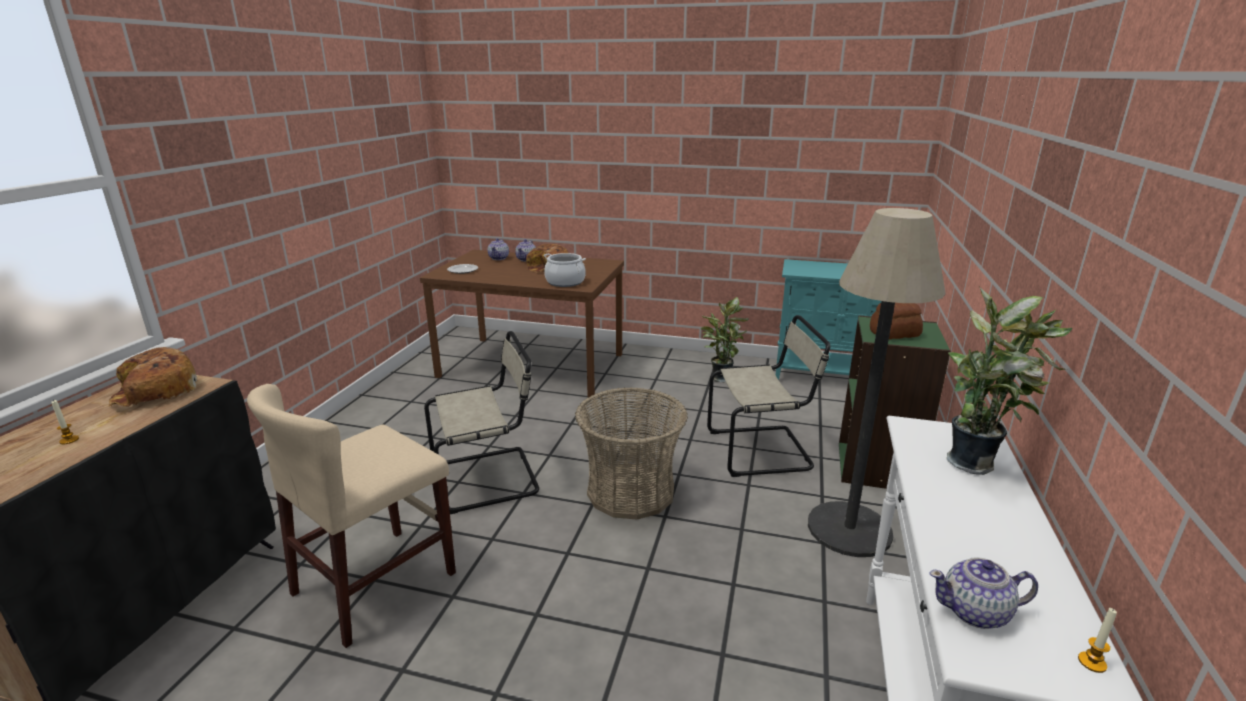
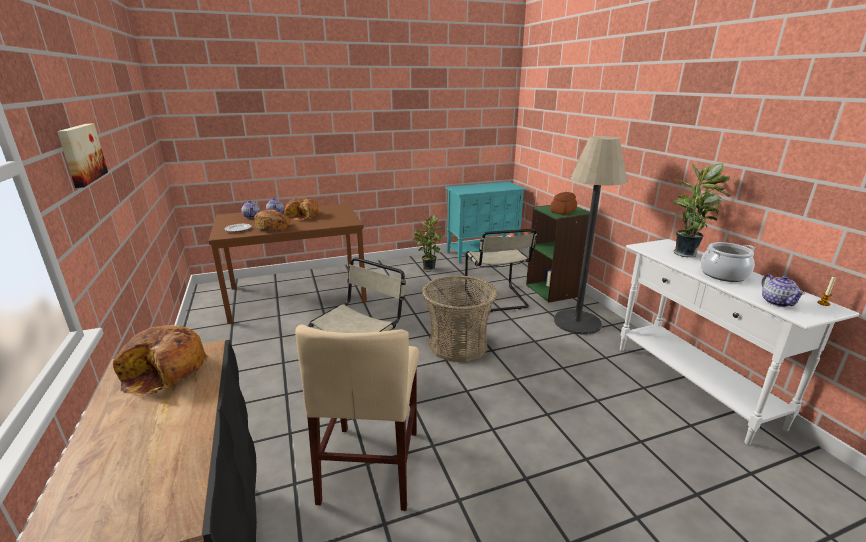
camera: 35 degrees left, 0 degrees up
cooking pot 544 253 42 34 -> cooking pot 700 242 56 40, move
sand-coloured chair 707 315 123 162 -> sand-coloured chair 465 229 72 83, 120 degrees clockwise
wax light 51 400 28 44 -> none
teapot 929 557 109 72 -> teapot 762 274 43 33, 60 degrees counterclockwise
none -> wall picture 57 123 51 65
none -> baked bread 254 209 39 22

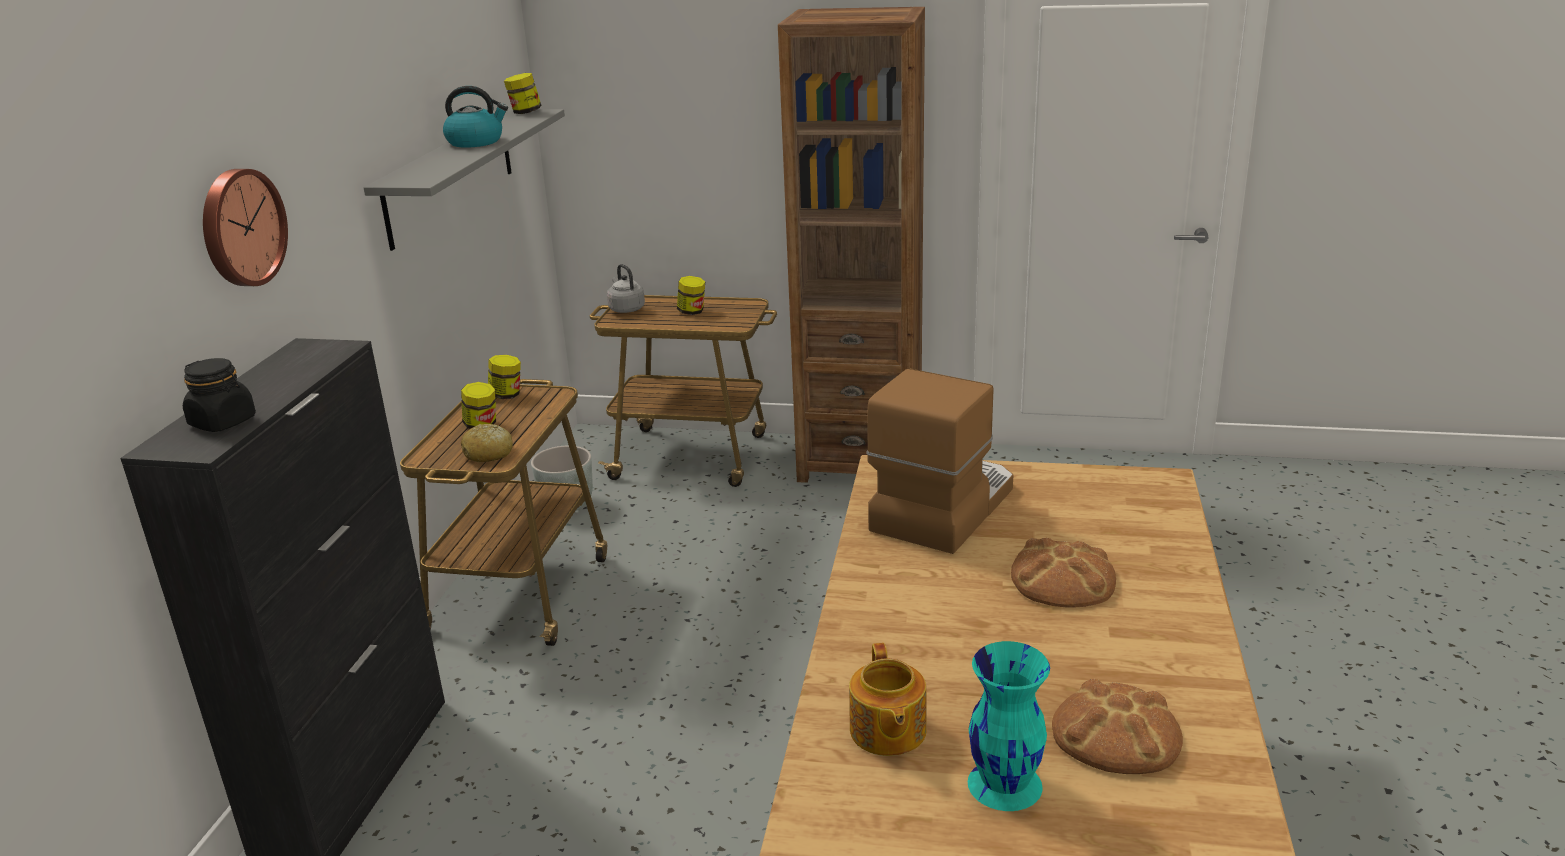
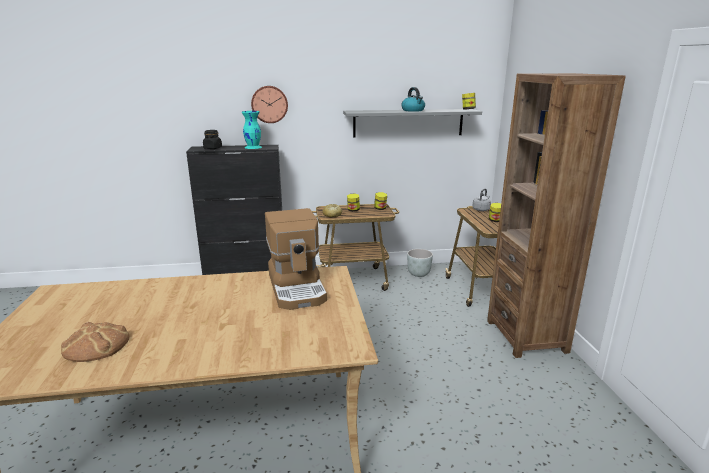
camera: 70 degrees right, 5 degrees down
coffee machine 866 369 147 185 -> coffee machine 265 208 62 102, 60 degrees clockwise
baked bread 1011 538 105 70 -> none
turquoise-coloured vase 968 641 82 170 -> turquoise-coloured vase 242 111 20 38, move
teapot 849 643 78 113 -> none

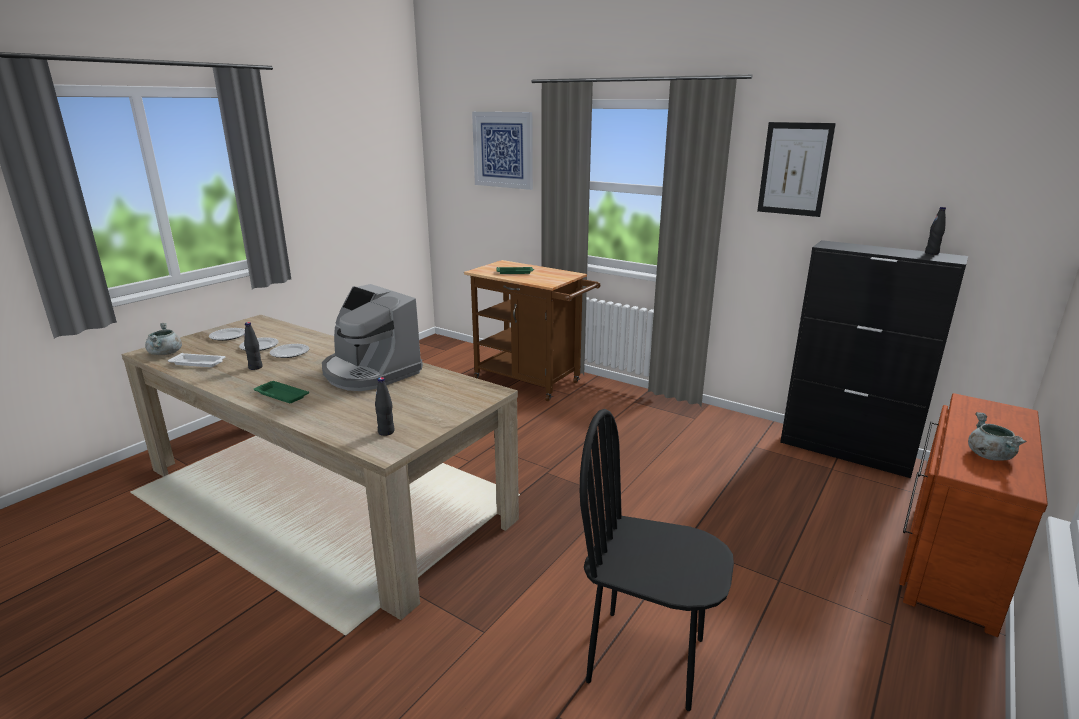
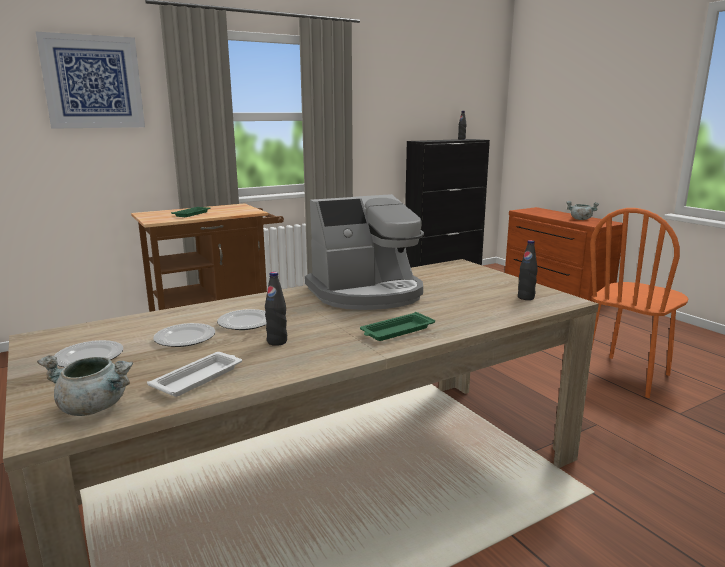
camera: 65 degrees left, 5 degrees down
wall picture 757 122 79 95 -> none
blackish chair 580 409 154 302 -> orange-coloured chair 590 208 99 190

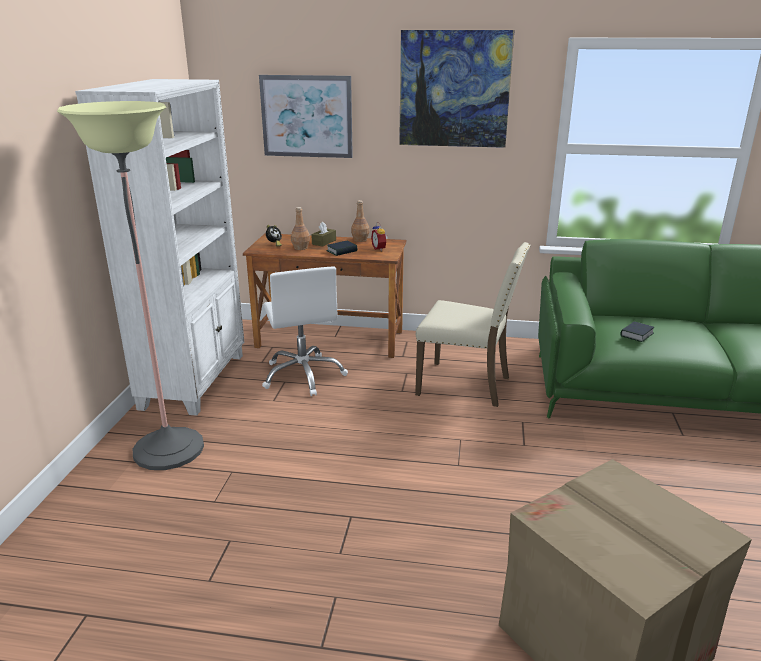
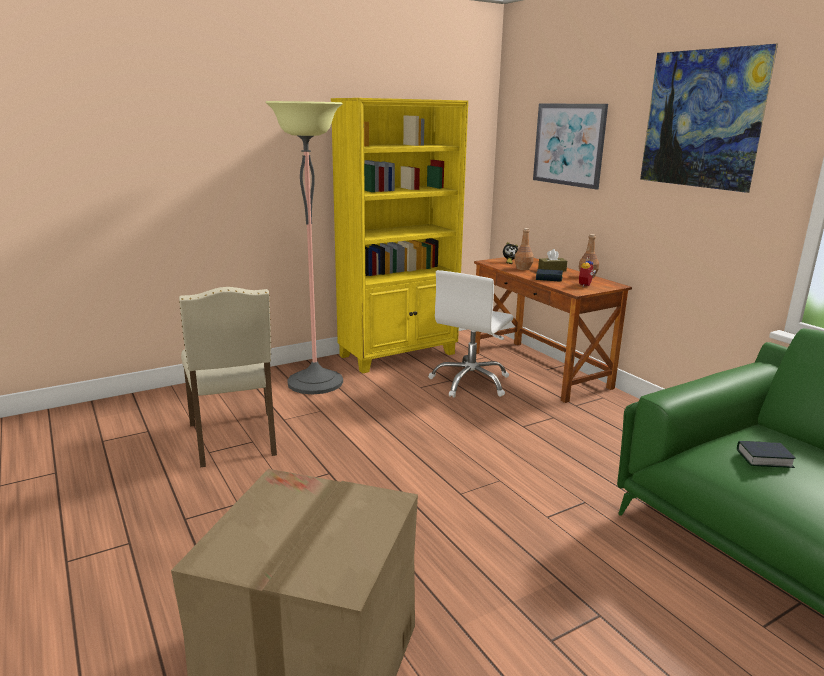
camera: 50 degrees right, 5 degrees down
white-coloured shelving unit 75 79 169 337 -> yellow-coloured shelving unit 331 98 137 275
sand-coloured chair 415 242 116 165 -> sand-coloured chair 179 287 98 181, move

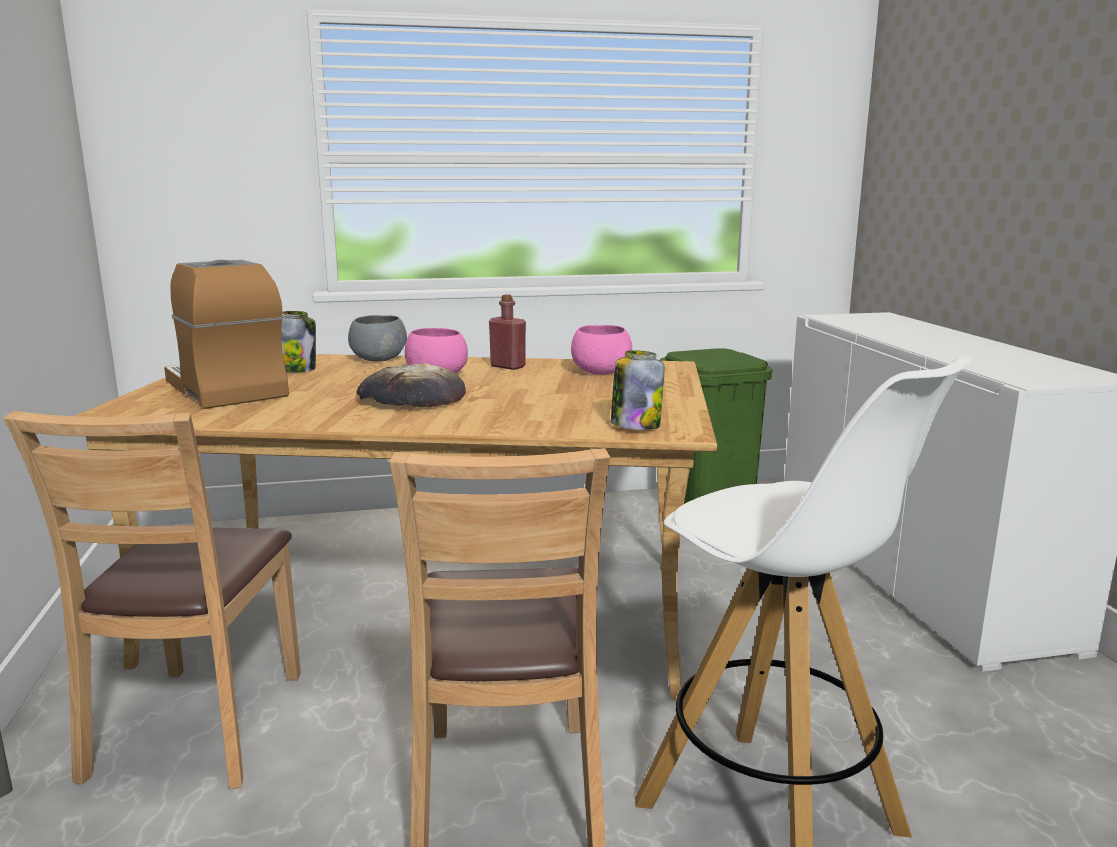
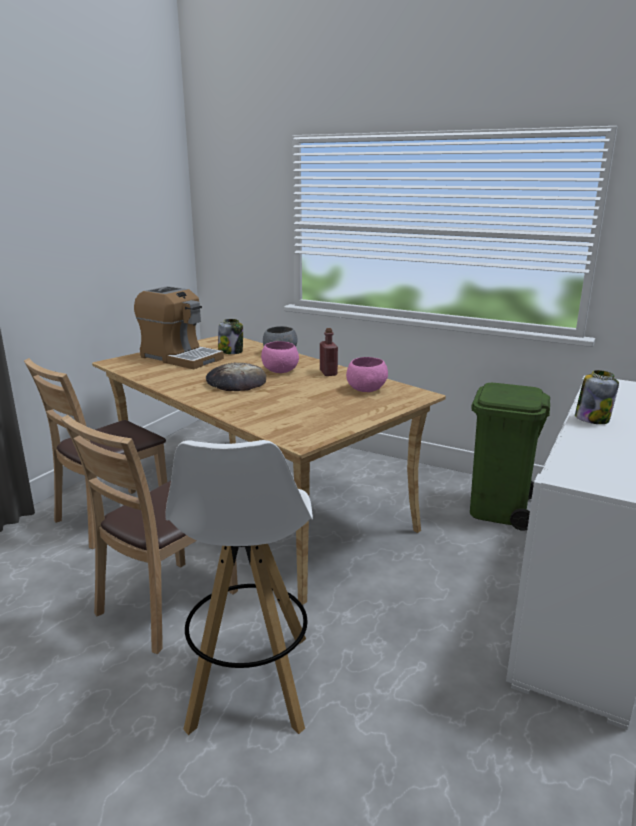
camera: 40 degrees right, 5 degrees up
coffee machine 164 260 125 149 -> coffee machine 134 286 90 83, 120 degrees clockwise
jar 611 350 54 80 -> jar 575 370 44 54, move

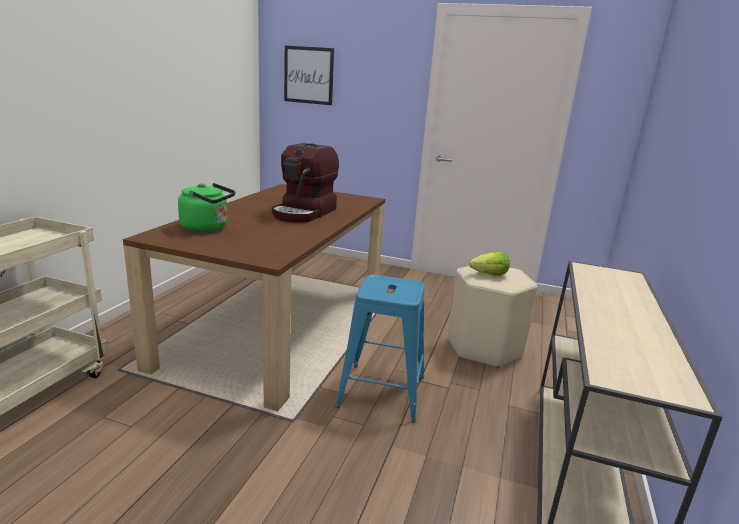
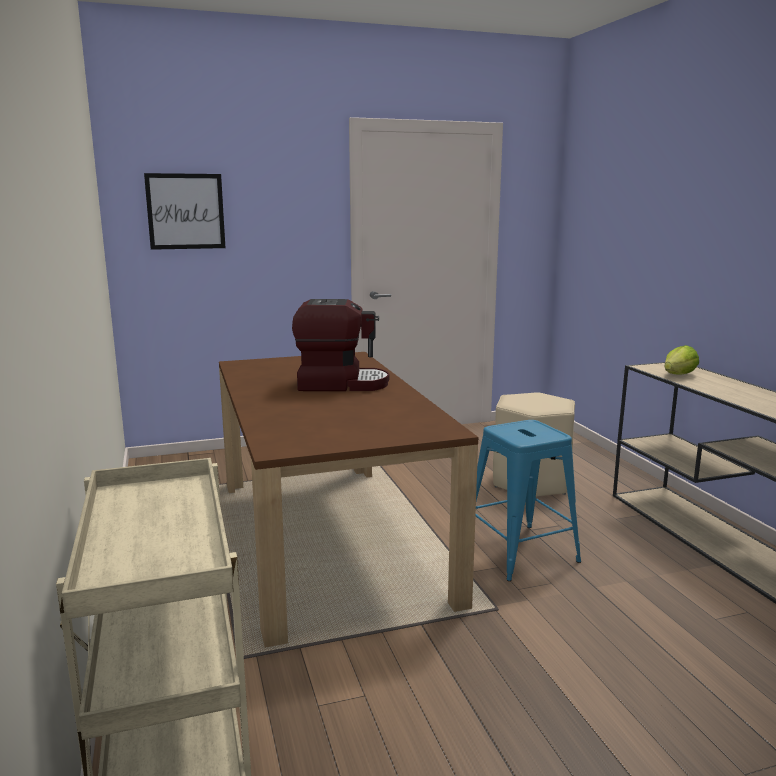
camera: 35 degrees left, 5 degrees down
coffee machine 272 143 67 80 -> coffee machine 292 299 97 92, 75 degrees counterclockwise
green-coloured kettle 178 183 57 49 -> none
head of lettuce 469 252 41 24 -> head of lettuce 664 345 35 30, move

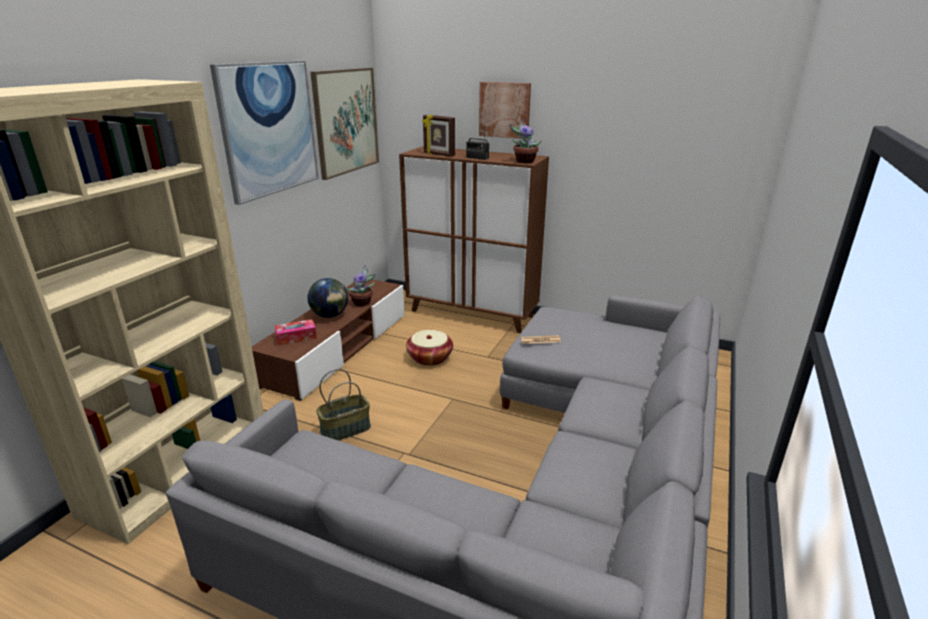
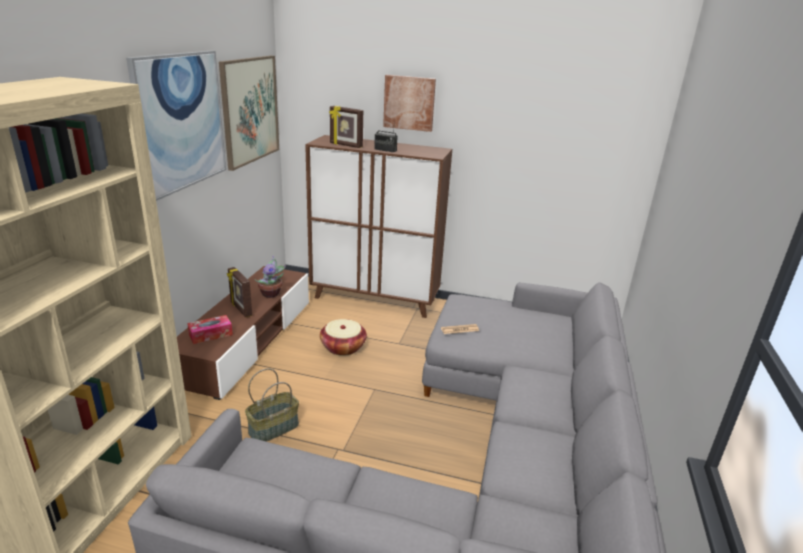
camera: 10 degrees left, 0 degrees up
potted plant 510 119 32 44 -> none
world globe 308 278 40 40 -> picture frame 227 267 25 50

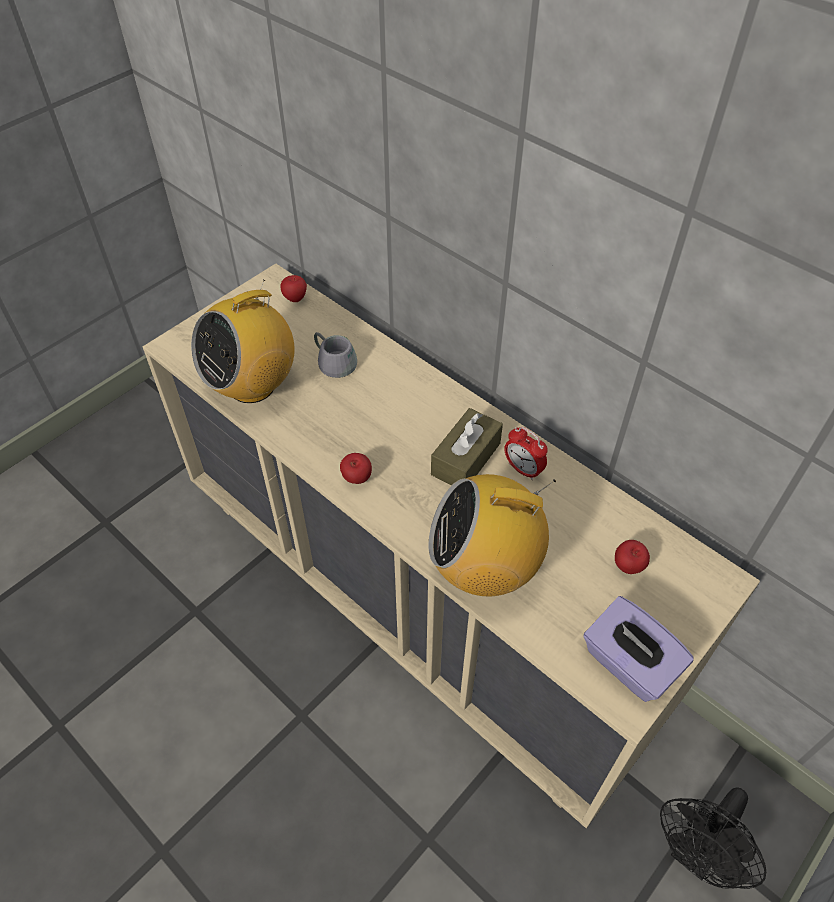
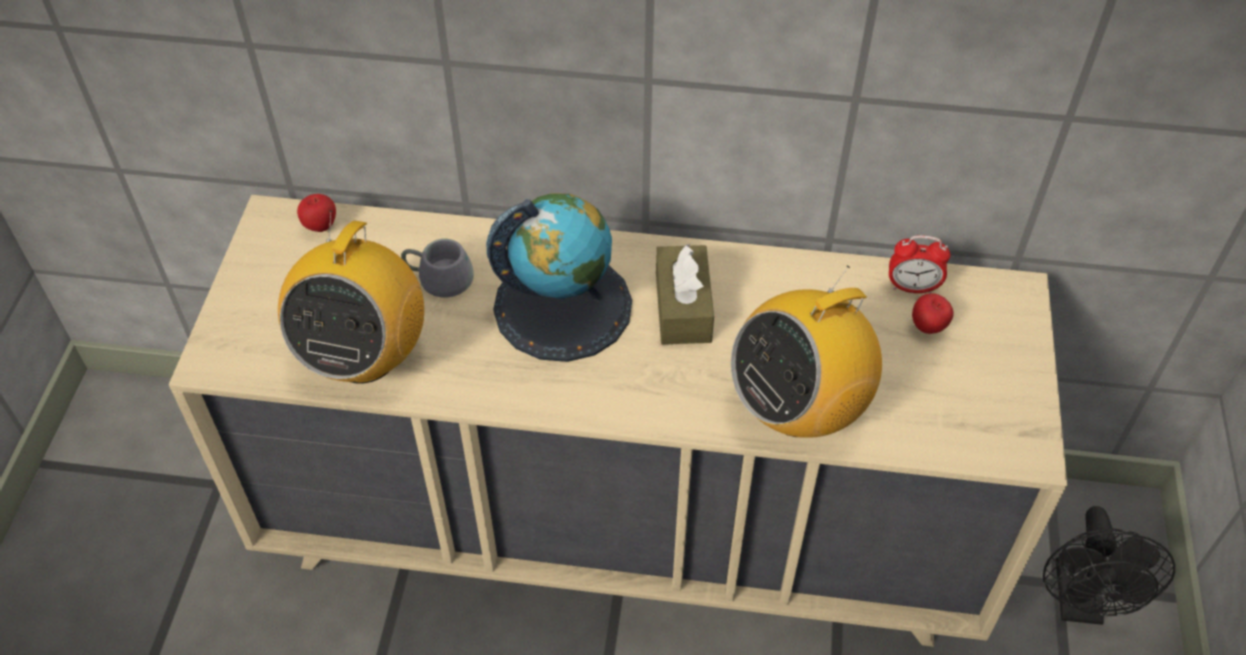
camera: 35 degrees left, 0 degrees up
bedside clock 504 427 44 53 -> bedside clock 889 235 61 58, move
apple 340 453 32 31 -> none
purple tissue holder 583 596 111 106 -> none
none -> world globe 486 193 146 169

